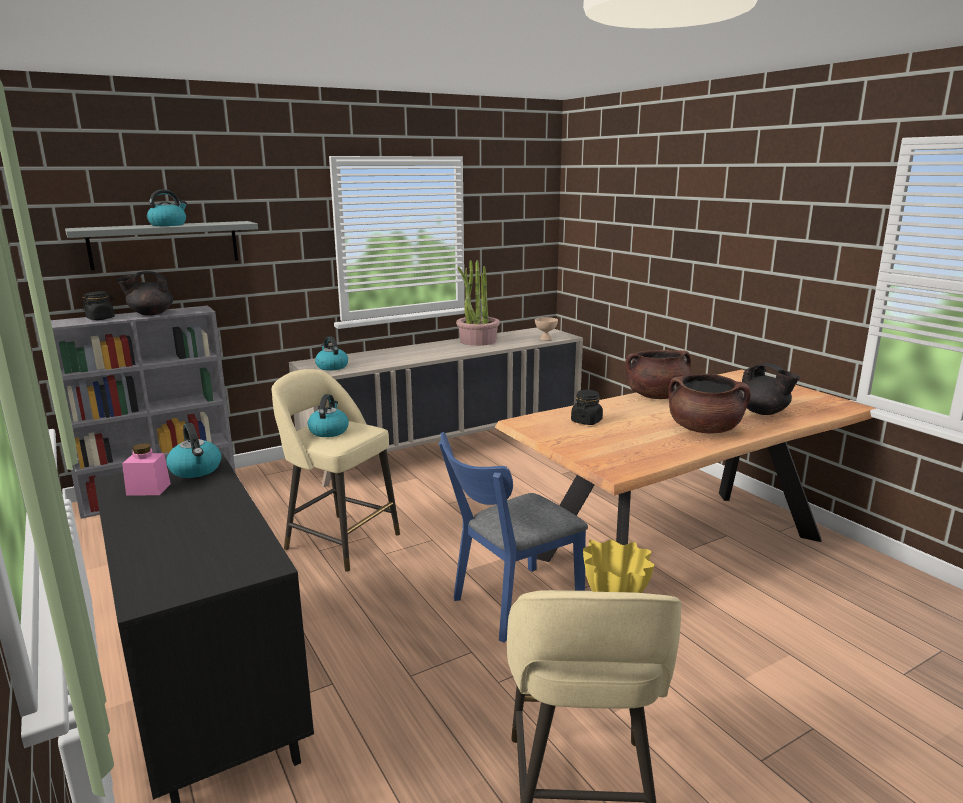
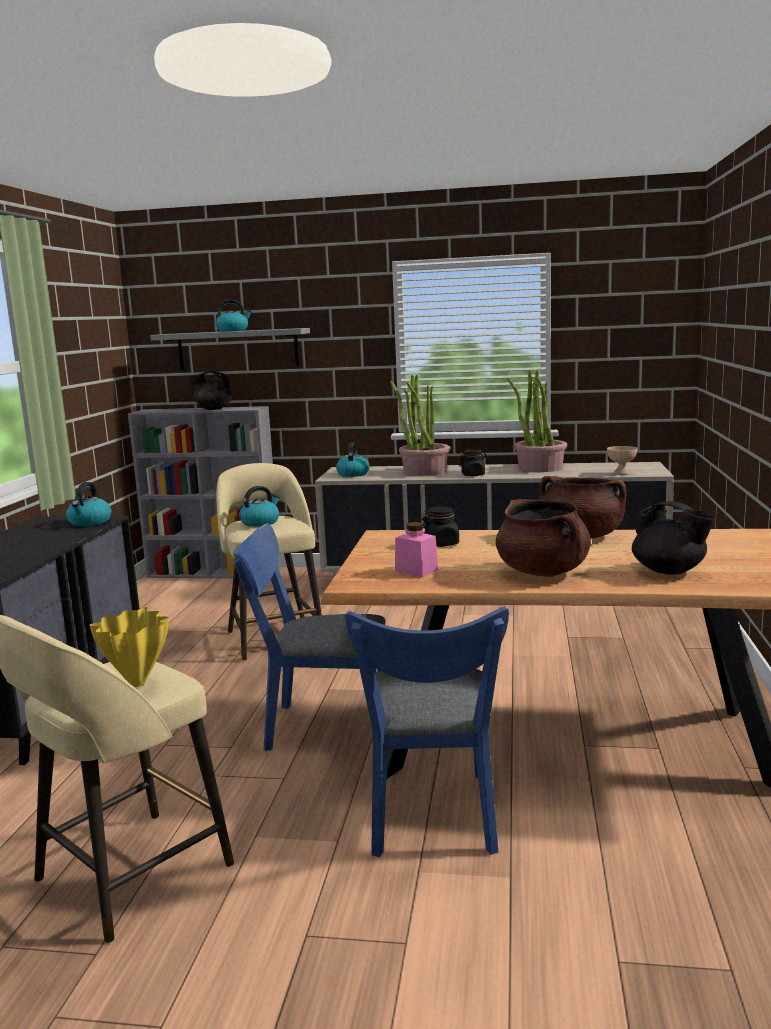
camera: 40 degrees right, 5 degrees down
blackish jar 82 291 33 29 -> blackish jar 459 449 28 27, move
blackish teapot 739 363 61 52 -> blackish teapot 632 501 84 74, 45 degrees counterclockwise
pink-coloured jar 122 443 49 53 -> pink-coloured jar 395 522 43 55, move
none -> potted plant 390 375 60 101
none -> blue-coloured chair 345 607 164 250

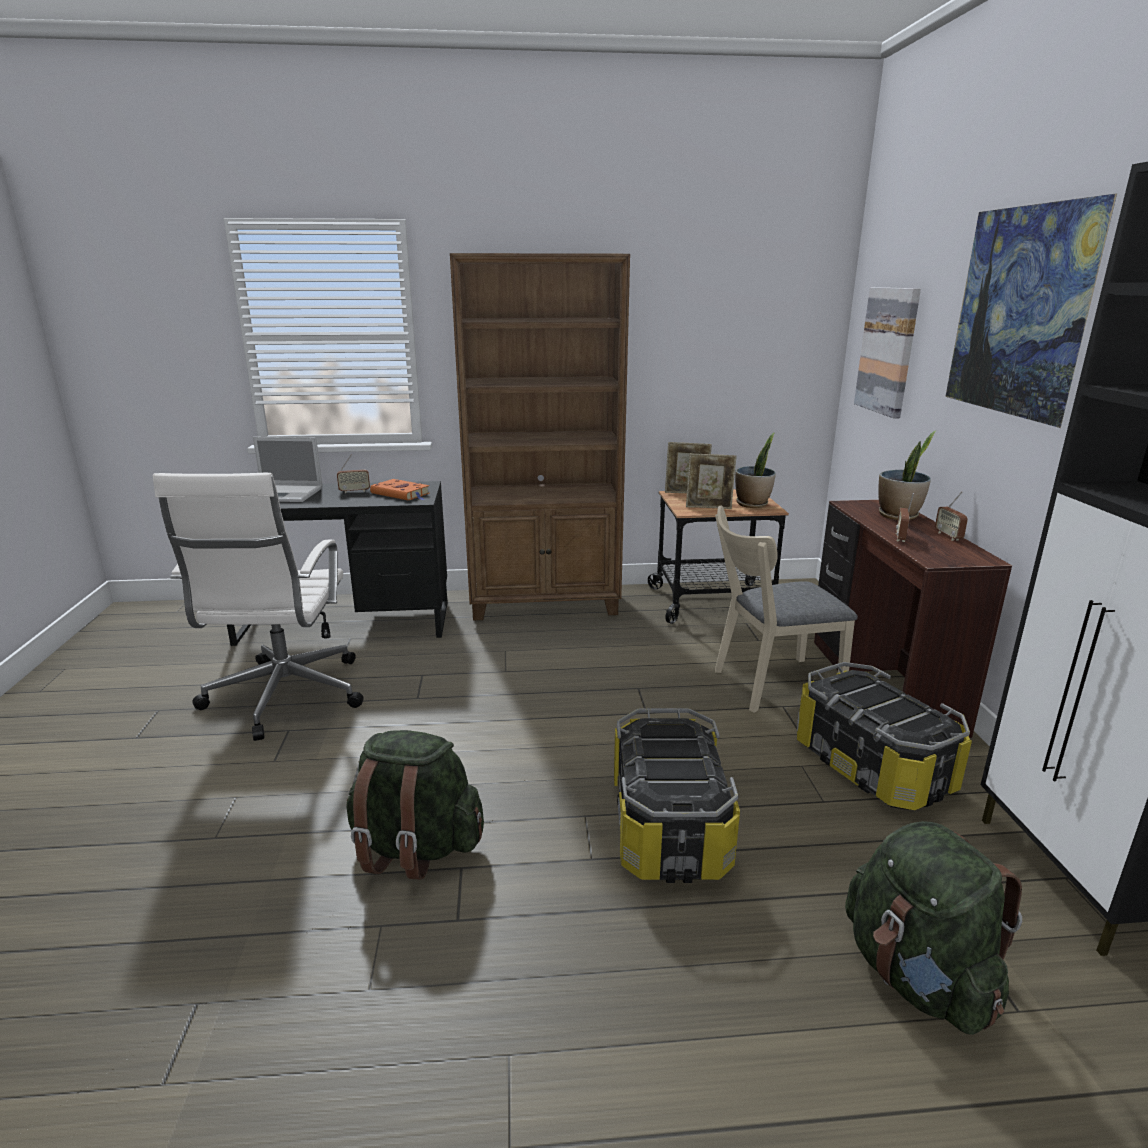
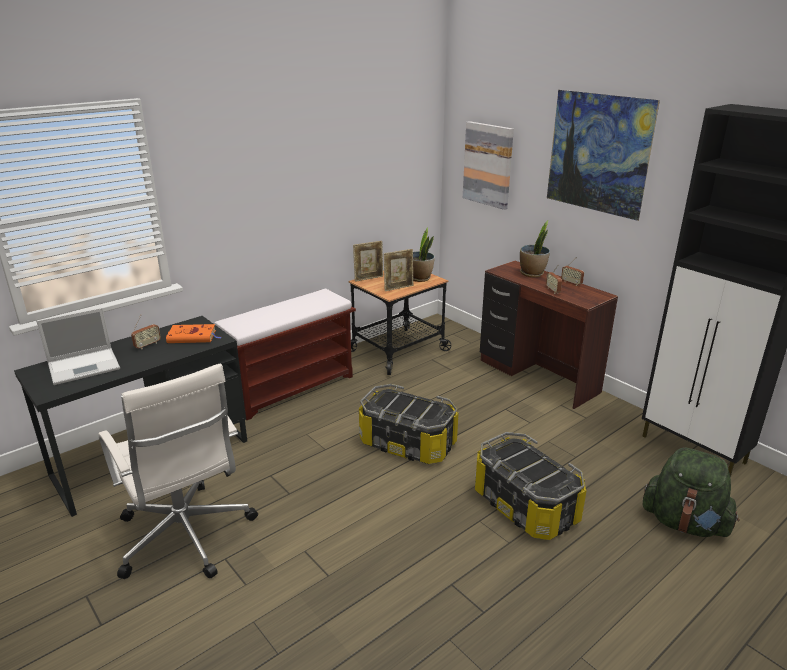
camera: 35 degrees left, 5 degrees up
brown-coloured shelving unit 450 253 180 367 -> brown-coloured long seat 214 288 142 132
sand-coloured chair 715 506 143 207 -> none
storage bin 797 662 175 148 -> storage bin 359 384 99 80, move
green-coloured rucksack 347 730 137 150 -> none

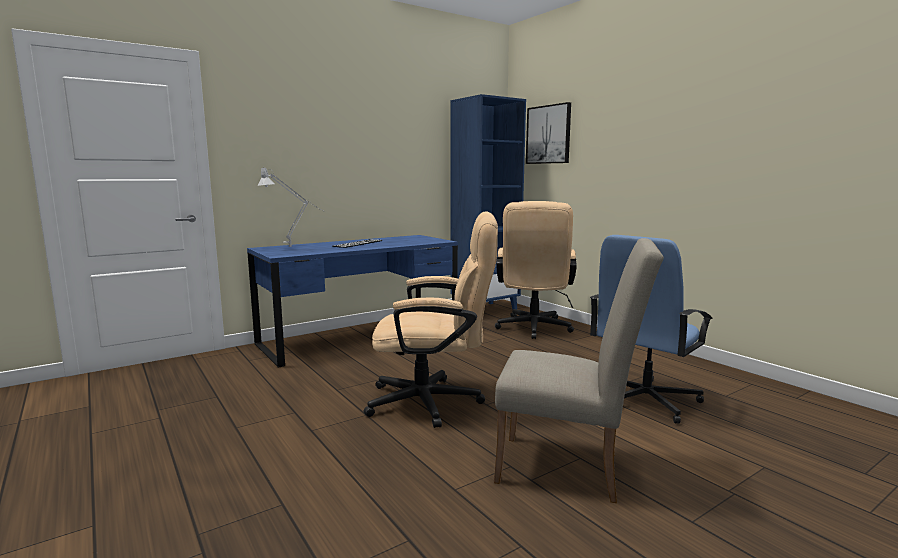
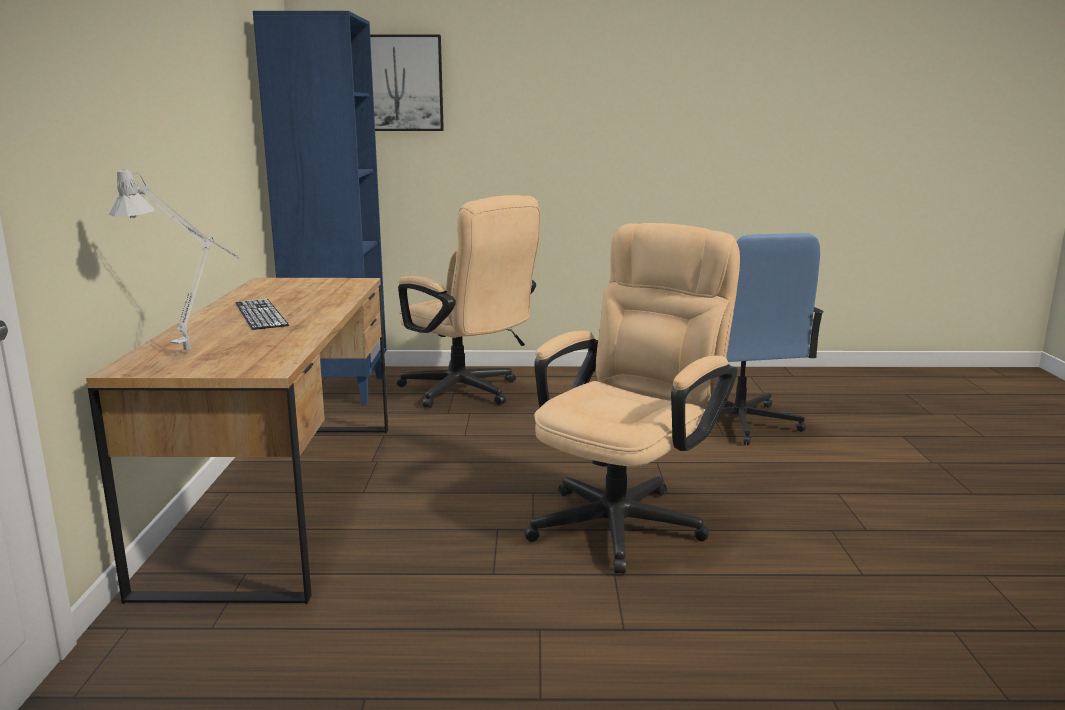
camera: 55 degrees left, 5 degrees up
blue-coloured desk unit 247 235 211 133 -> brown-coloured desk unit 86 278 302 326
sand-coloured chair 494 238 170 265 -> none

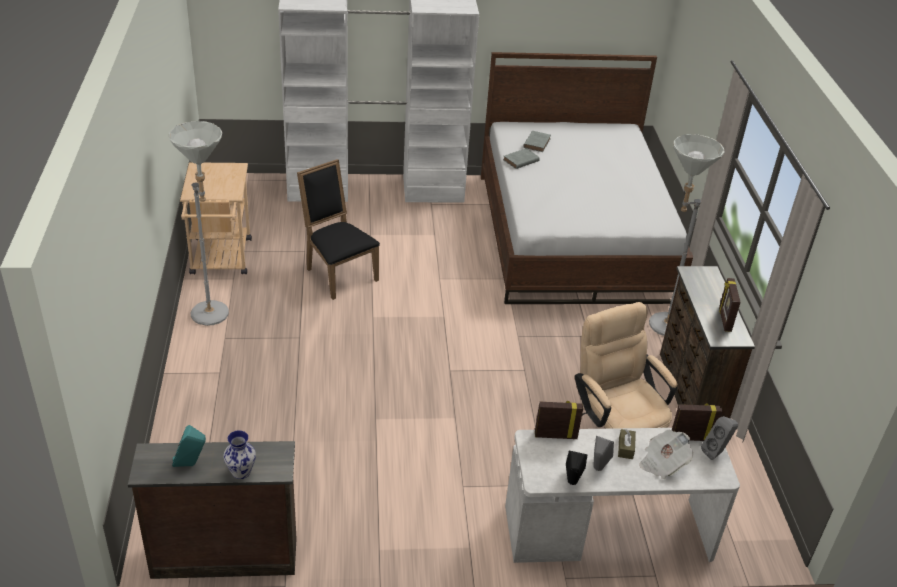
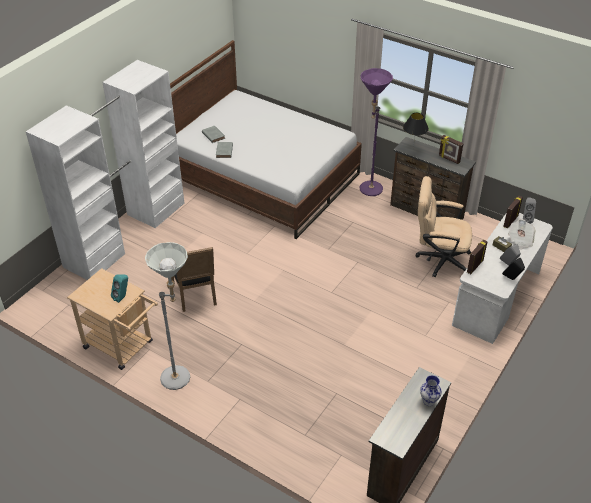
camera: 50 degrees left, 5 degrees up
gray standard lamp 649 134 75 202 -> purple standard lamp 360 68 33 128
blackish chair 297 159 83 141 -> blackish chair 171 247 46 65, 105 degrees counterclockwise
turquoise-coloured loudspeaker 172 425 34 42 -> turquoise-coloured loudspeaker 111 275 17 28, move
none -> blackish table lamp 403 113 26 35

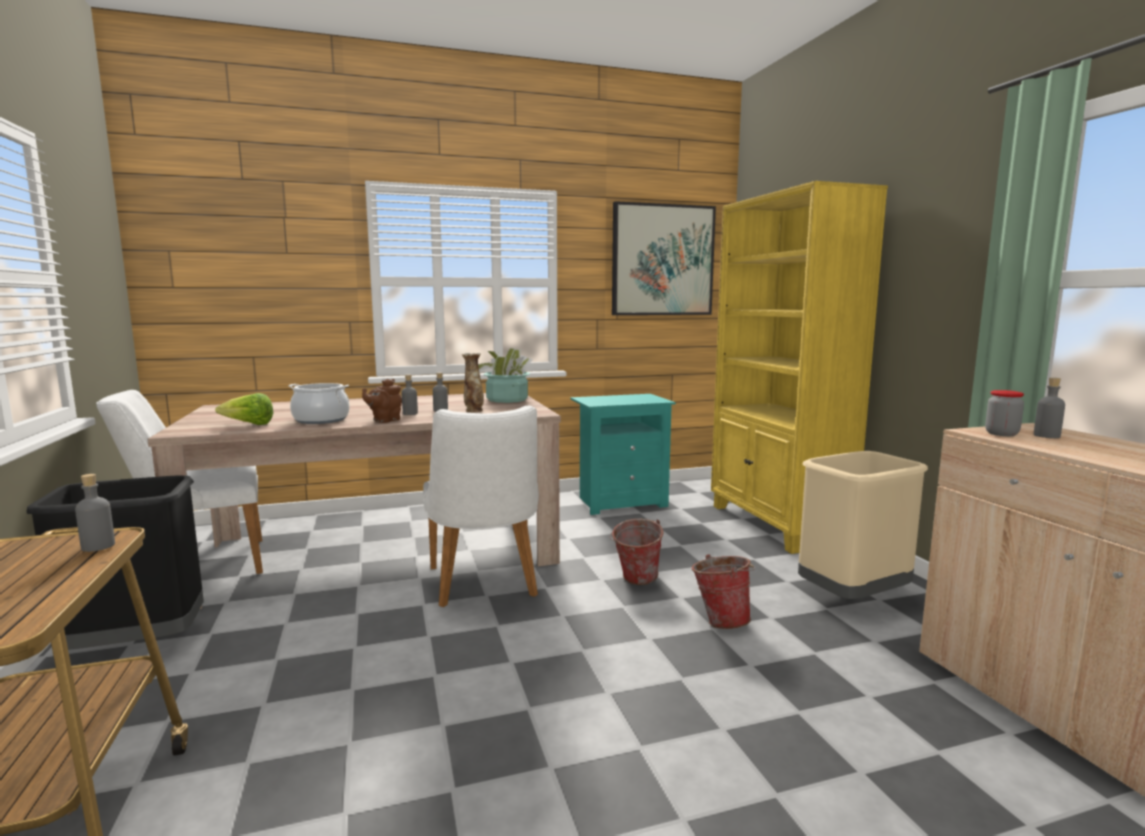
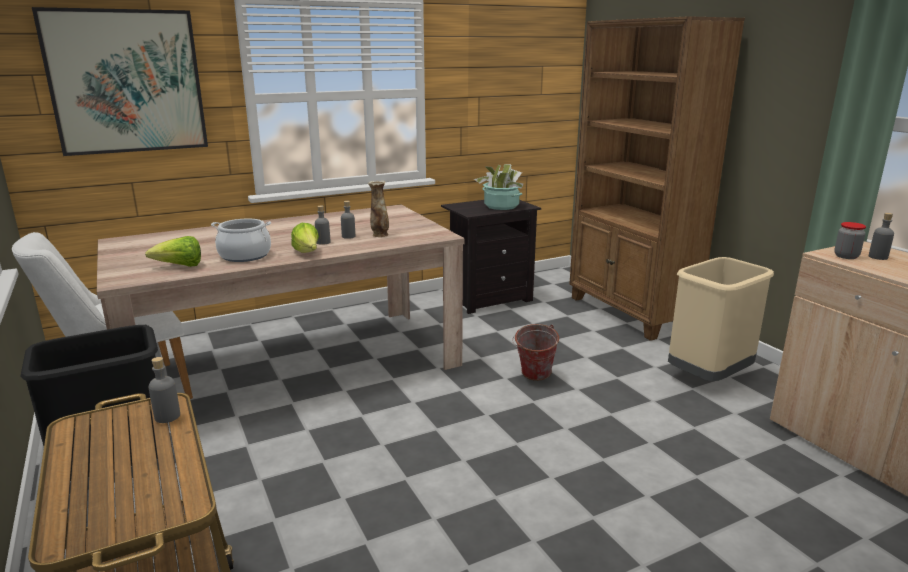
camera: 10 degrees left, 10 degrees up
yellow-coloured shelving unit 711 181 177 373 -> brown-coloured shelving unit 569 16 176 325
wall picture 612 201 104 114 -> wall picture 32 7 176 149, move
potted plant 478 348 55 55 -> potted plant 474 164 49 46, move
brown-coloured teapot 362 379 40 44 -> head of lettuce 291 223 28 30
turquoise-coloured bedside table 570 394 106 121 -> blackish bedside table 441 200 100 114
white-coloured chair 423 405 116 202 -> none
water bucket 692 554 63 75 -> none

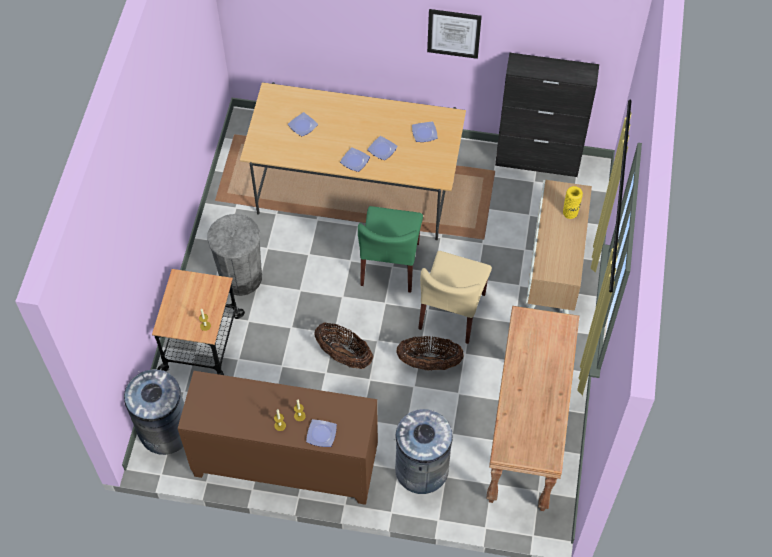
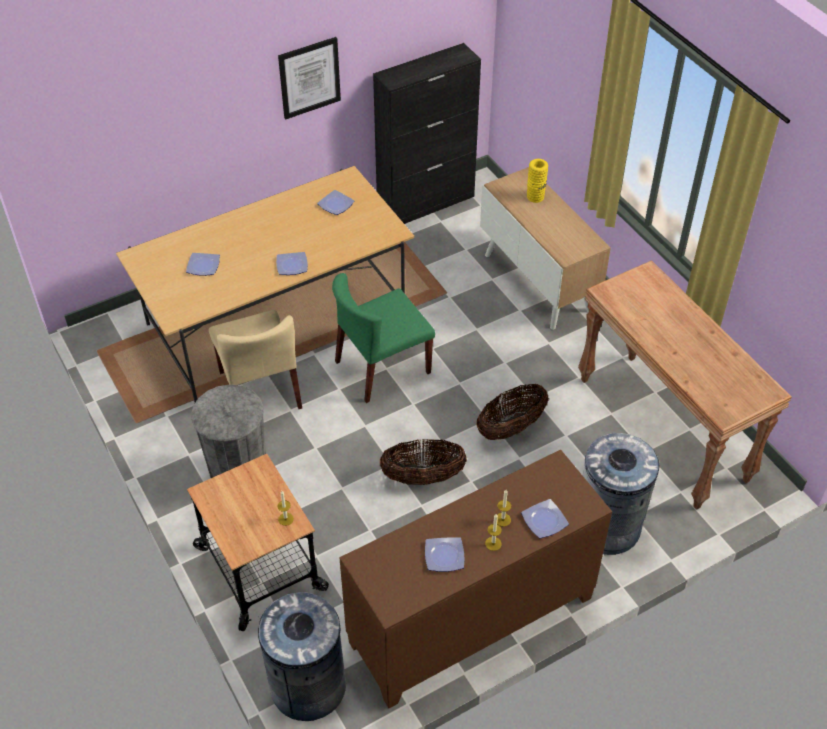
camera: 40 degrees left, 10 degrees down
dinner plate 367 136 31 24 -> dinner plate 425 538 40 34, move
green-coloured chair 358 206 65 87 -> green-coloured chair 332 273 103 130, 90 degrees clockwise
sand-coloured chair 418 251 74 93 -> sand-coloured chair 209 310 93 99, move

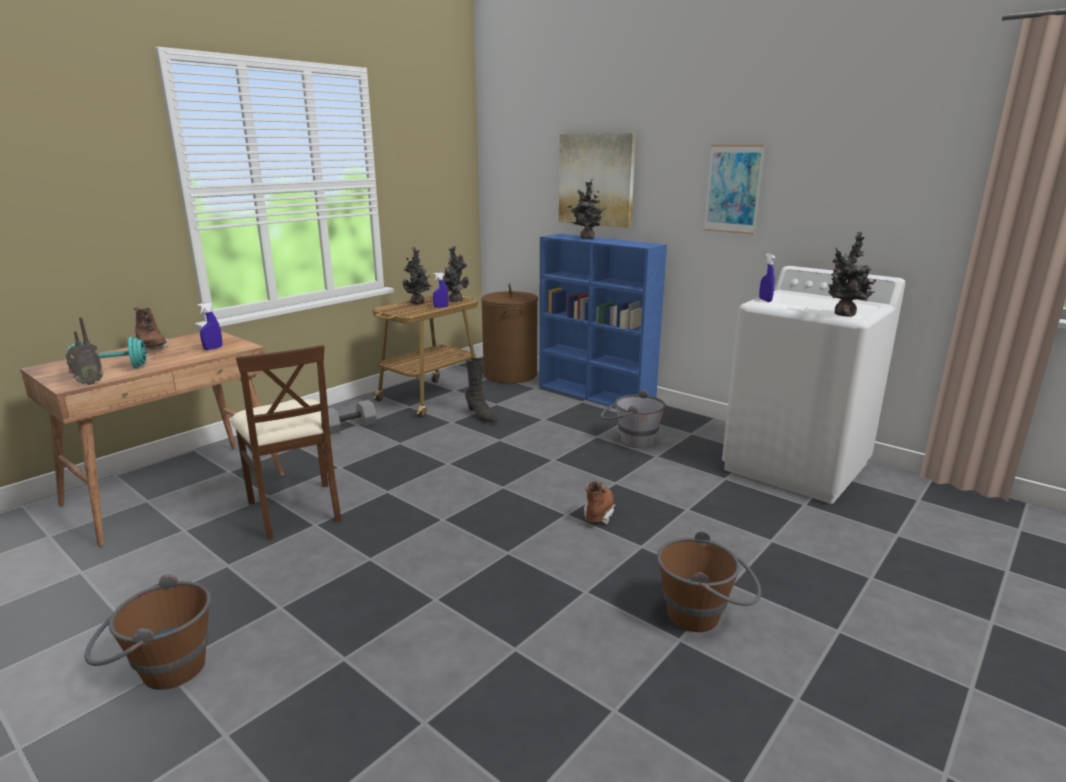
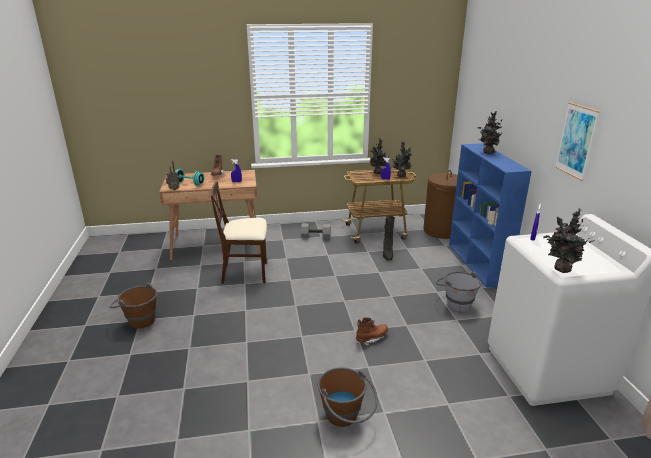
camera: 40 degrees right, 5 degrees up
wall picture 559 133 77 95 -> none
sand-coloured chair 231 345 111 195 -> sand-coloured chair 210 181 57 102, 75 degrees clockwise

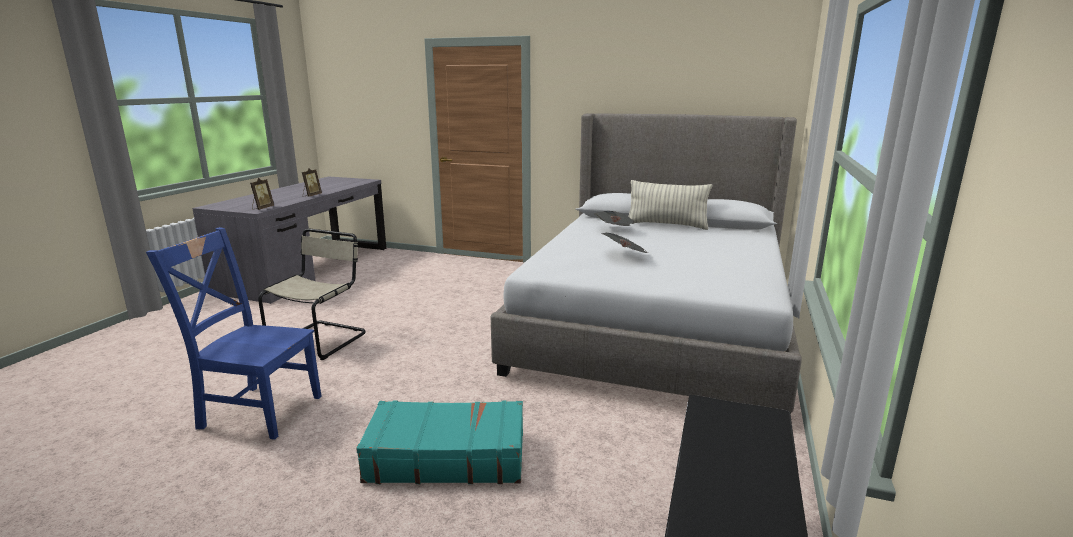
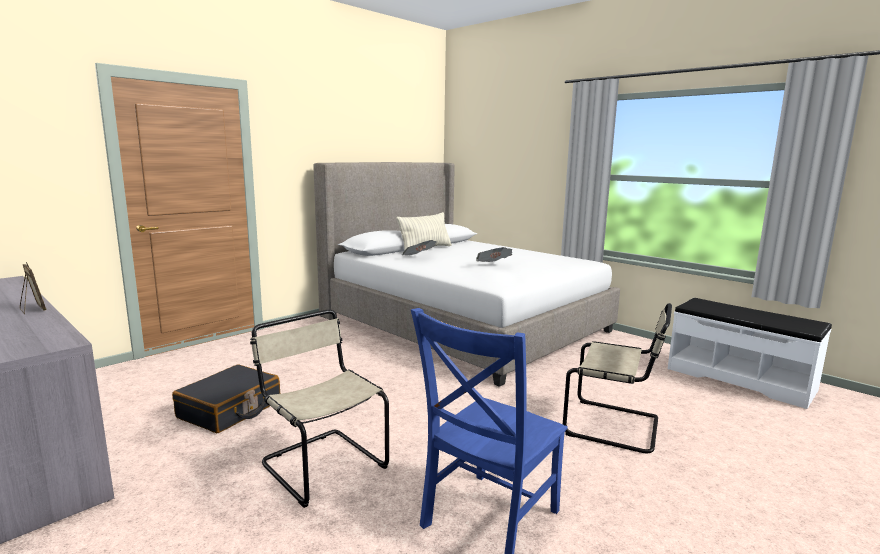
camera: 65 degrees left, 5 degrees down
picture frame 250 178 24 32 -> none
turquoise-coloured travel case 356 400 167 84 -> sand-coloured chair 563 303 109 150
none -> blackish travel case 172 365 108 68

